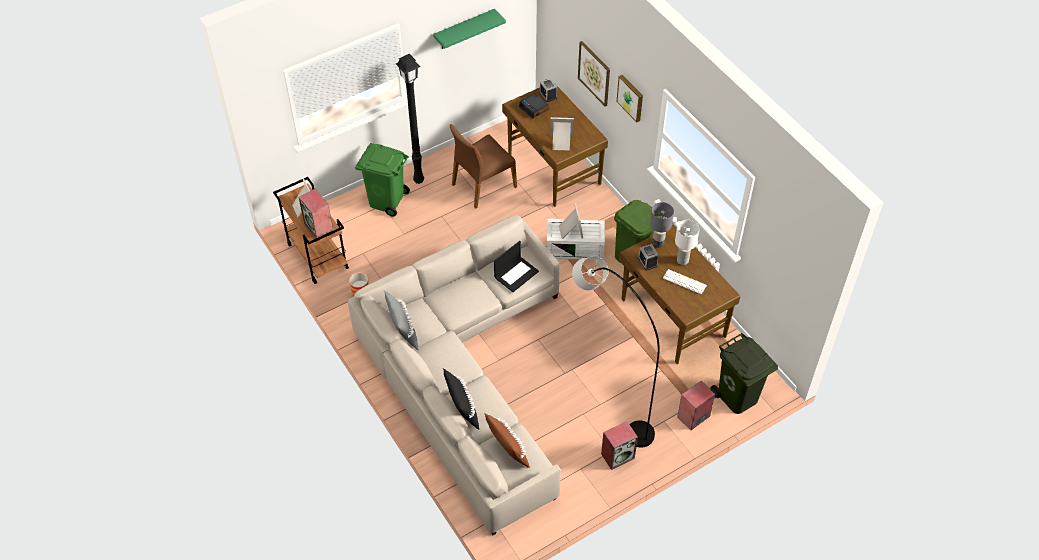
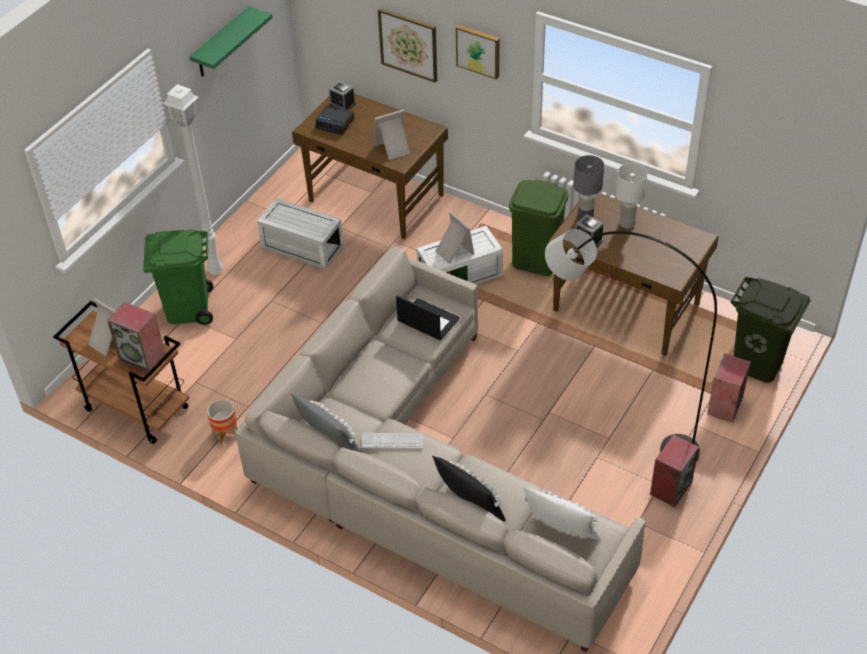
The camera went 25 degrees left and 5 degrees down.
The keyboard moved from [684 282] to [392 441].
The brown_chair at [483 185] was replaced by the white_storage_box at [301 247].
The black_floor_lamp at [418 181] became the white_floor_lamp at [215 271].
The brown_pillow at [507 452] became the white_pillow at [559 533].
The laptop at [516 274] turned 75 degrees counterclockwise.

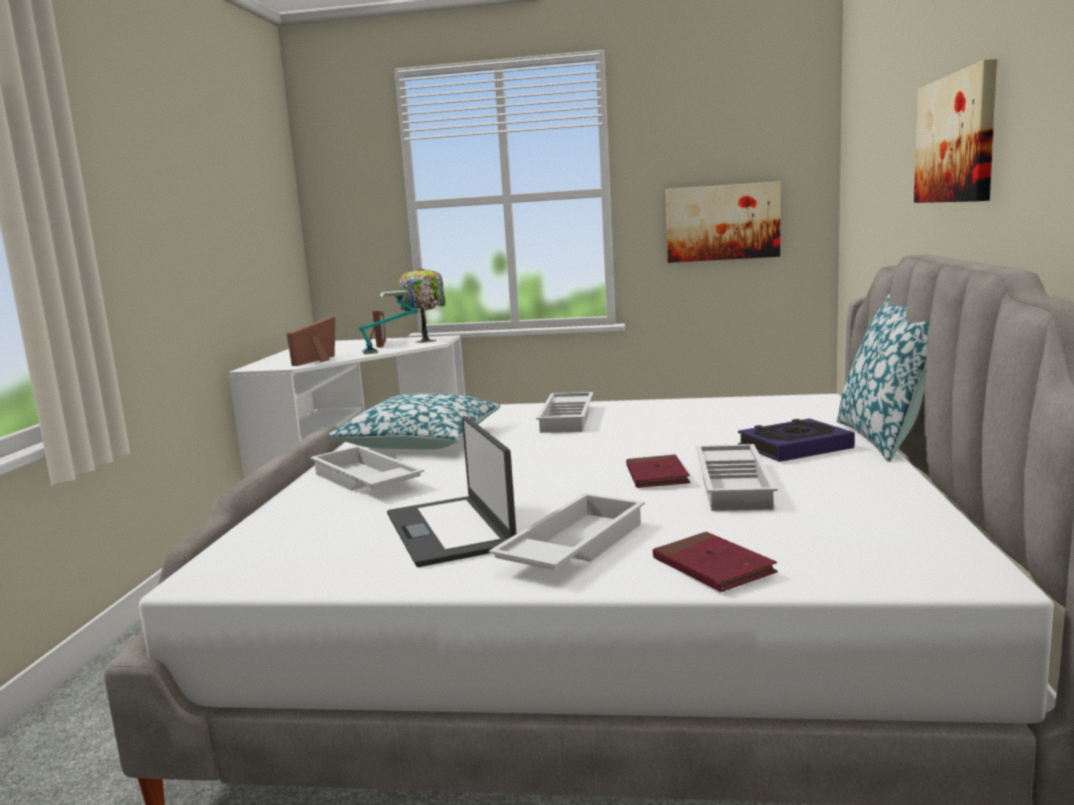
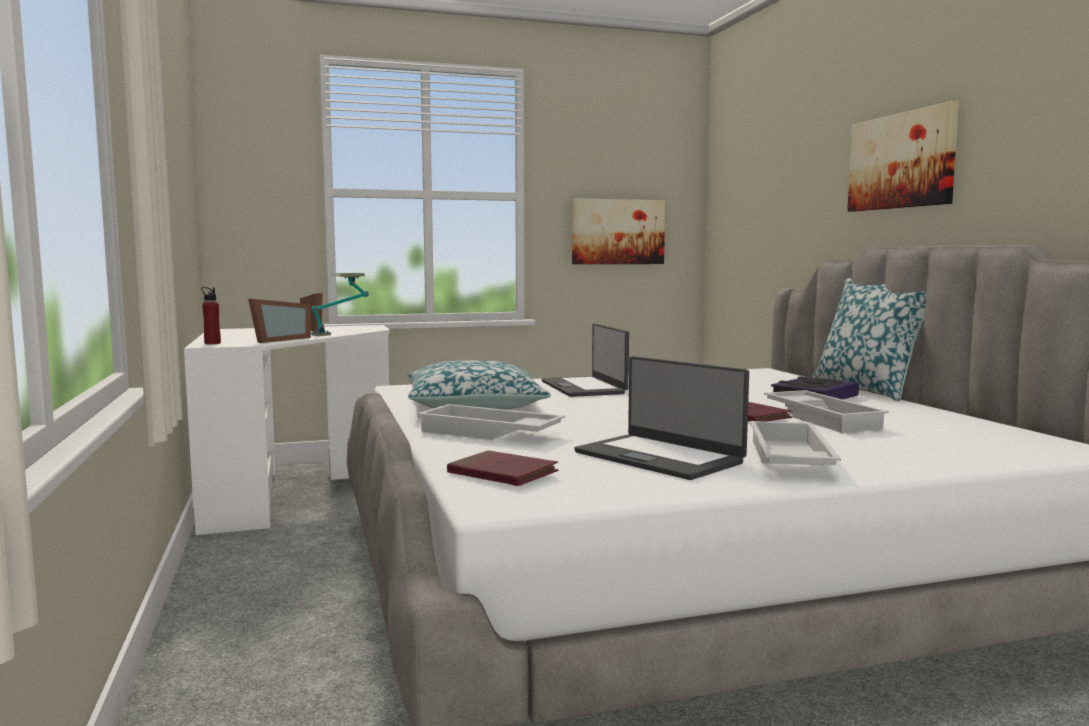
The camera went 25 degrees left and 5 degrees down.
The table_lamp at [427 340] disappeared.
The red_bottle at [212 343] appeared.
The red_book moved from [713 567] to [502 474].
The white_tray at [568 419] was replaced by the laptop at [584 387].
The picture_frame at [320 360] turned 150 degrees counterclockwise.

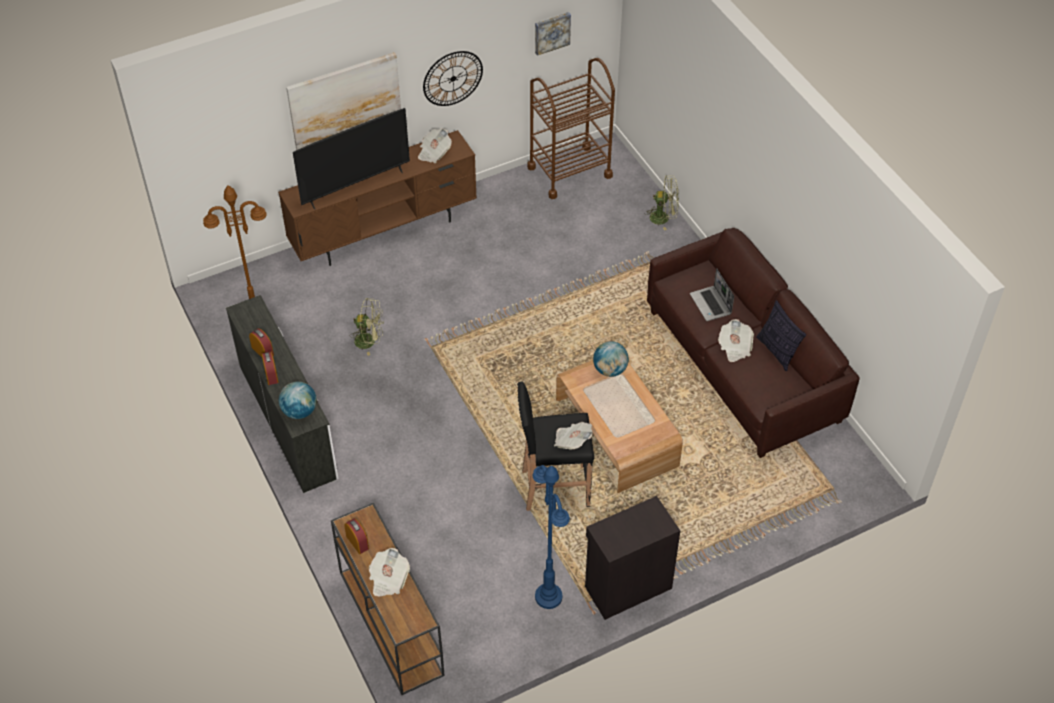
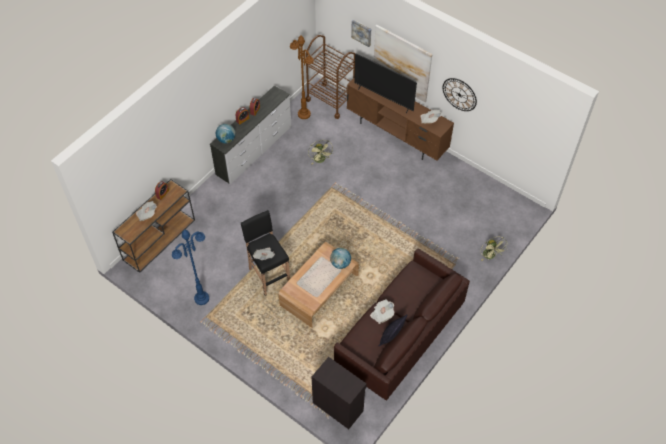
The camera went 65 degrees right and 5 degrees up.
The laptop at [711 304] disappeared.
The brown_cart moved from [569 171] to [330 100].
The picture moved from [551 32] to [362 32].
The black_cabinet moved from [627 587] to [338 406].

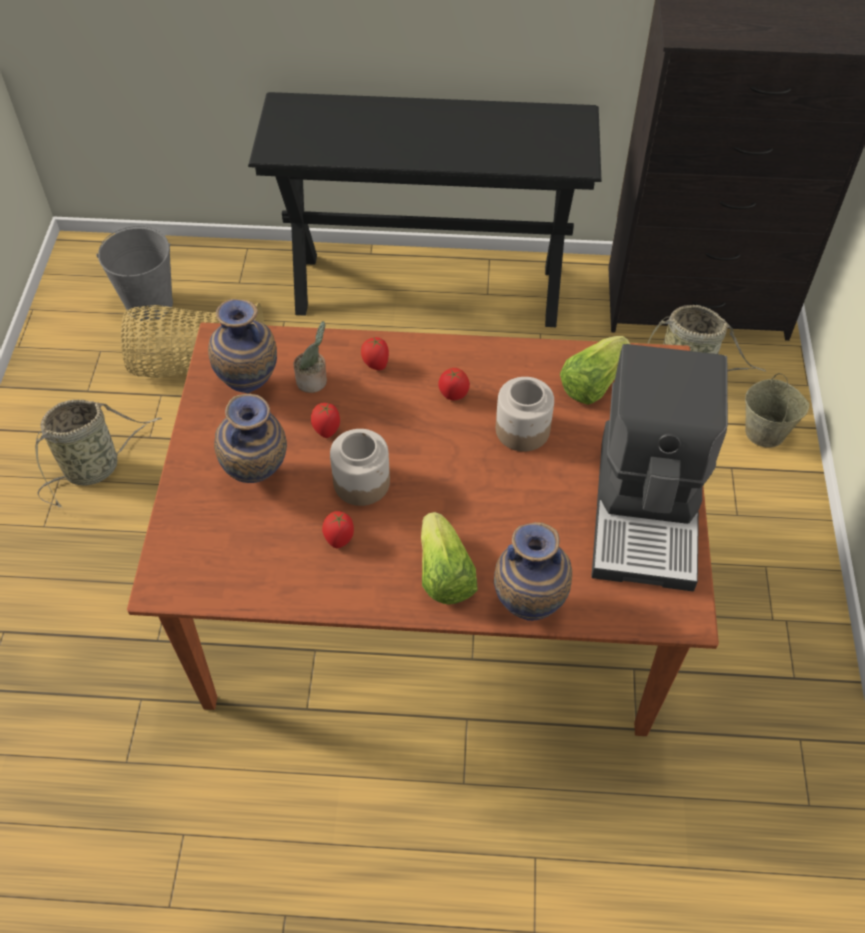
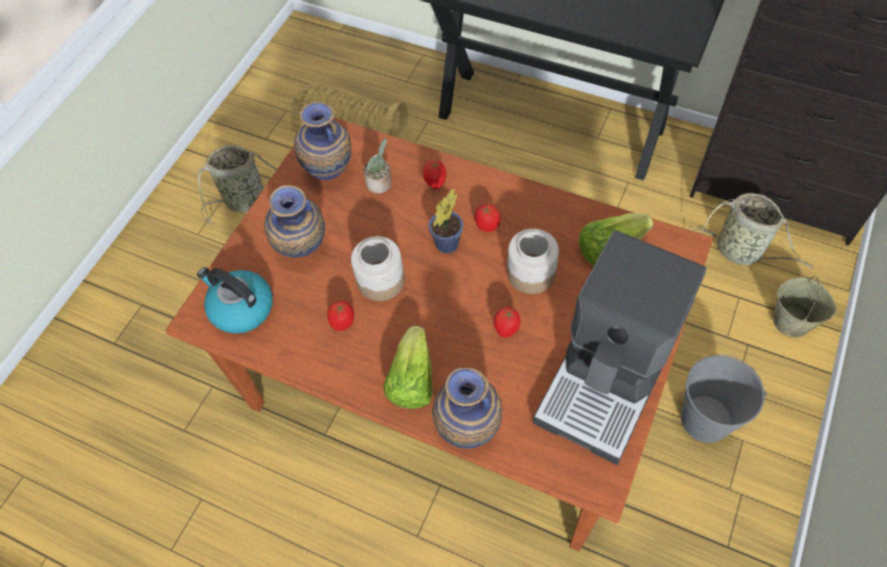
The camera went 25 degrees right and 5 degrees up.
The kettle at [241 308] appeared.
The potted_plant at [445 246] appeared.
The grey_bucket moved from [149 305] to [705 420].
The tomato moved from [326 430] to [506 329].

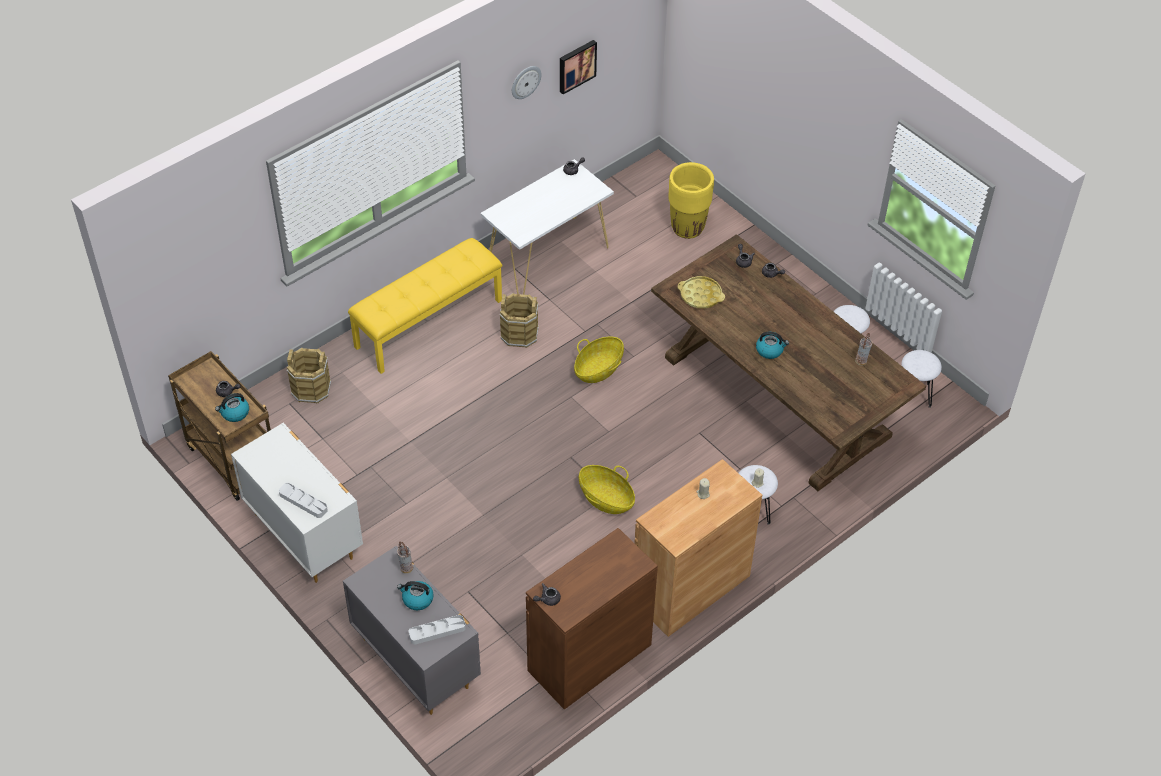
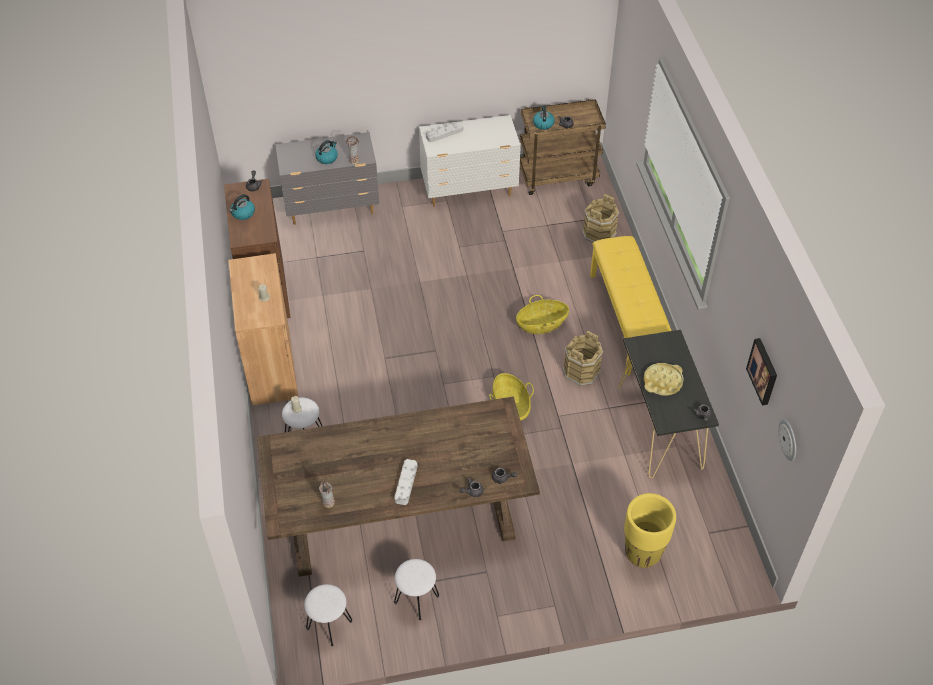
The camera went 120 degrees right and 0 degrees up.
The grey_tray moved from [437 631] to [406 483].
The wall_clock moved from [525 81] to [788 439].
The basket moved from [606 498] to [541 324].
The yellow_tray moved from [700 295] to [662 382].
The kettle moved from [770 350] to [243 213].
The white_console_table at [548 258] became the black_console_table at [660 428].

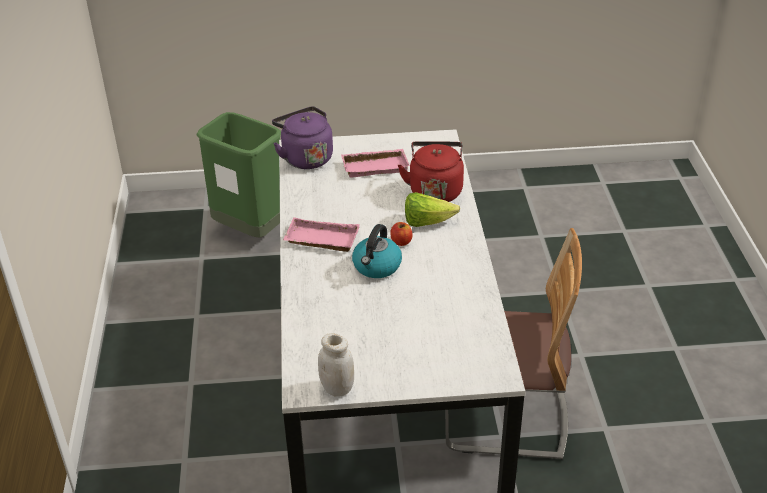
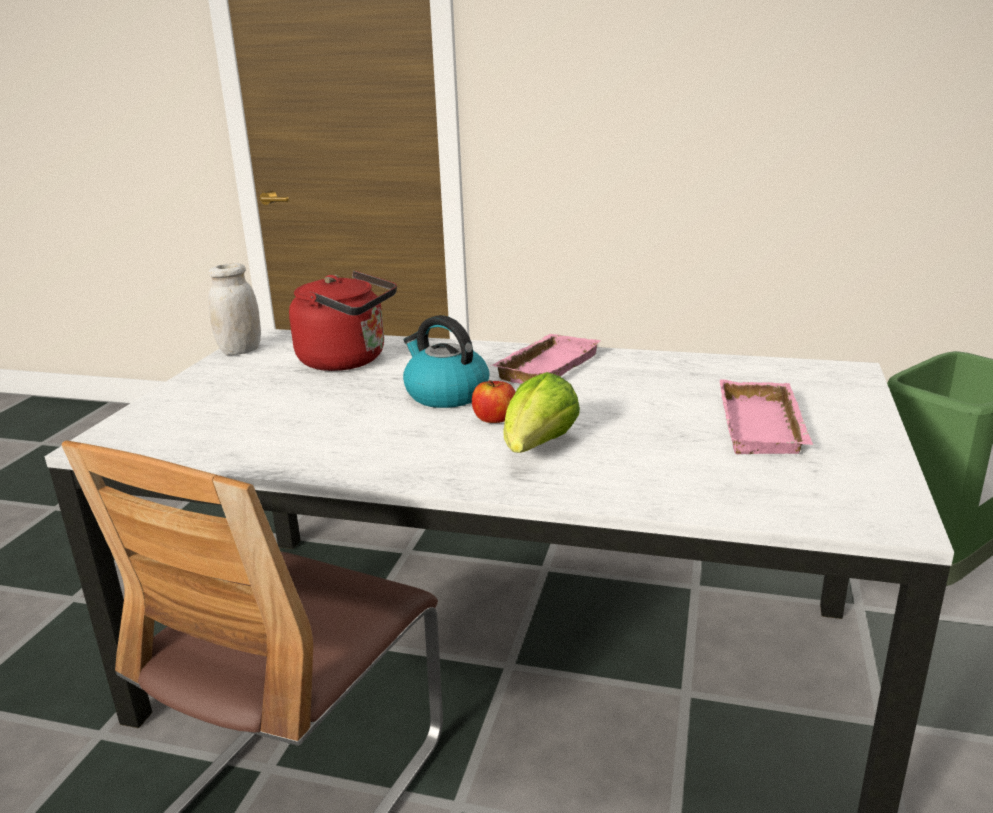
The camera went 110 degrees right and 15 degrees down.
The purple_kettle at [305 157] disappeared.
The red_kettle moved from [435 190] to [348 360].

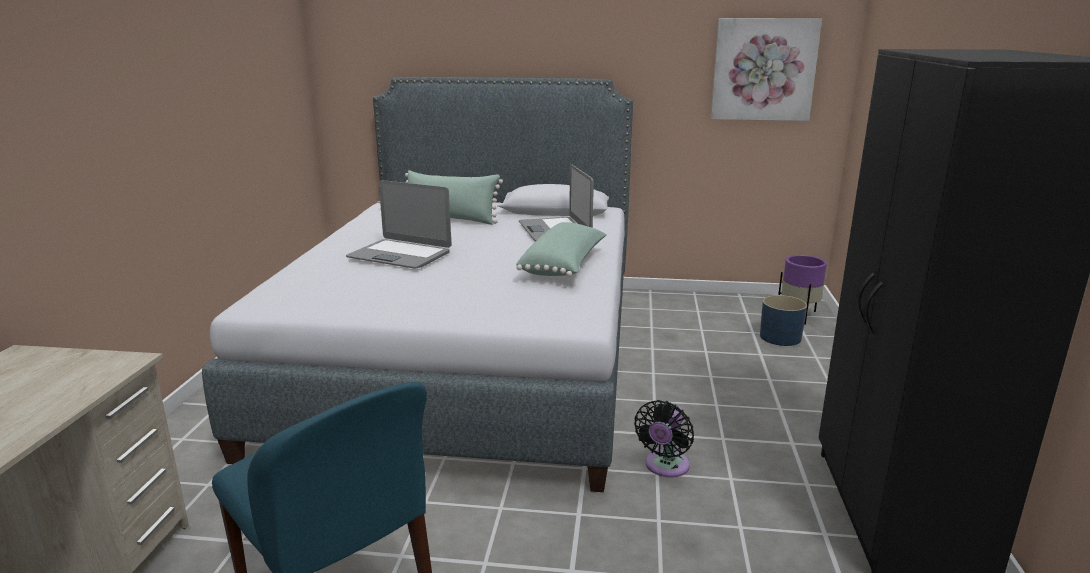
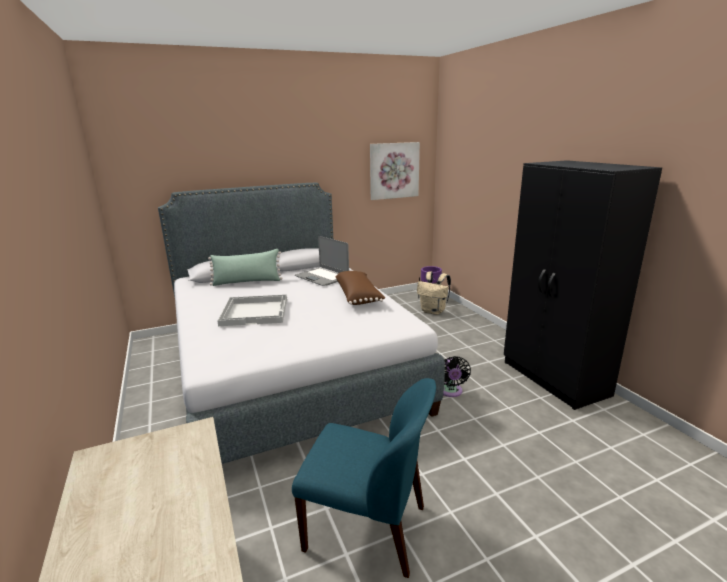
The camera went 30 degrees left and 0 degrees up.
The laptop at [400 255] was replaced by the white_tray at [255 311].
The blue_planter at [780 337] was replaced by the beige_backpack at [433 311].
The green_pillow at [565 266] became the brown_pillow at [358 296].

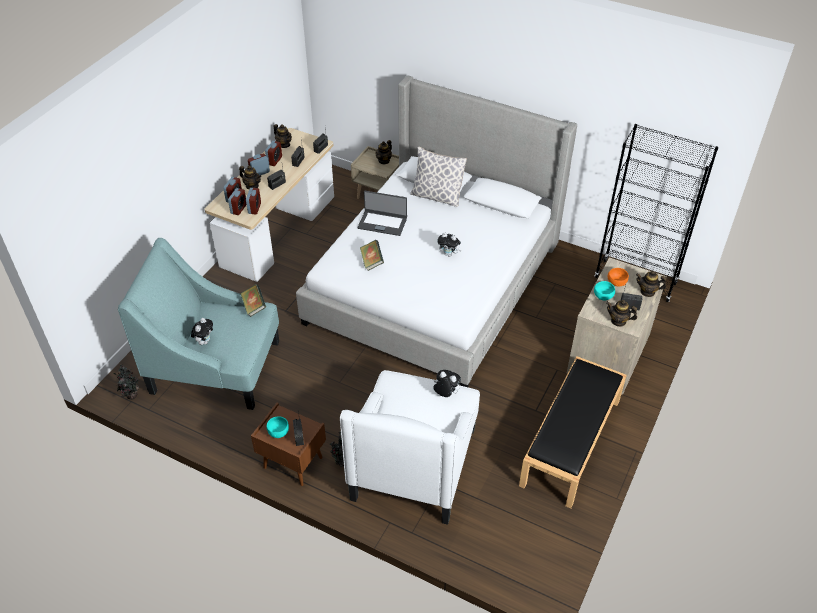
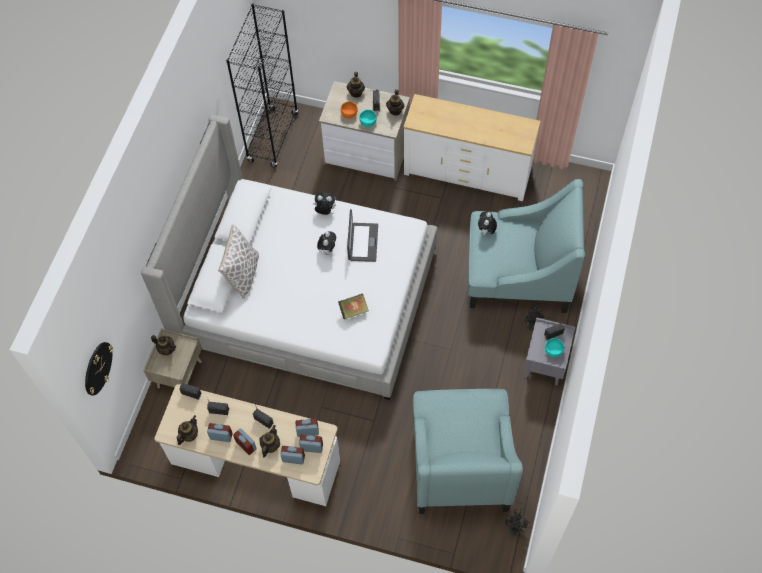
The camera went 100 degrees left and 15 degrees up.
The book at [254 306] disappeared.
The wall_clock at [97 368] appeared.
The plush_toy moved from [204 341] to [325 211].
The laptop moved from [382 223] to [362 242].
The black_bench at [571 443] was replaced by the white_dresser at [467 172].
The brown_nightstand at [292 463] became the grey_nightstand at [545 364].
The white_armchair at [414 462] became the turquoise_armchair at [517 275].

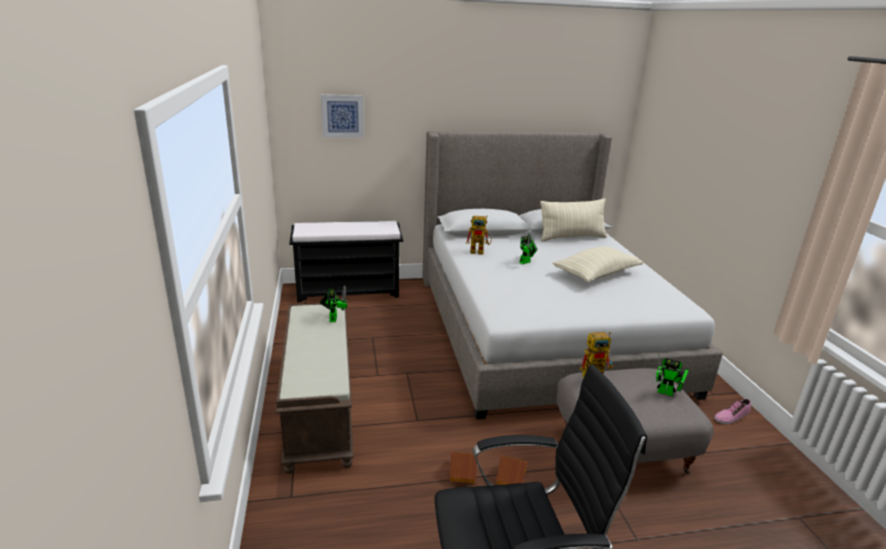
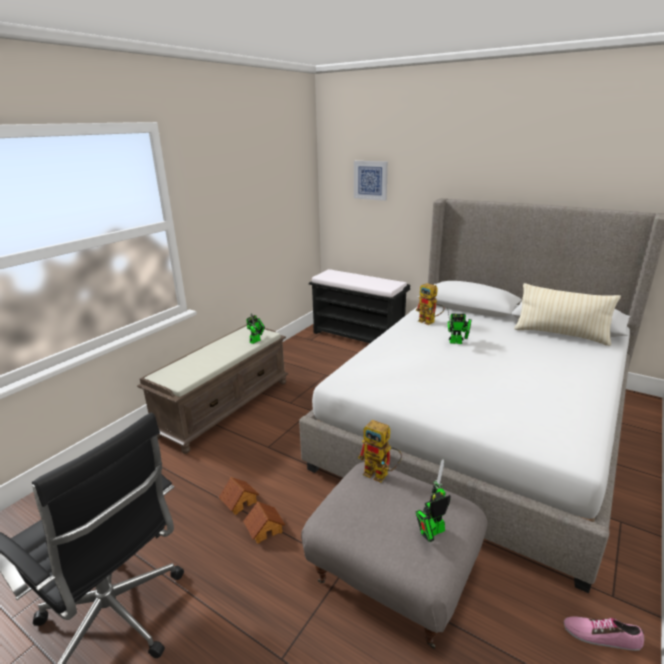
The camera went 45 degrees right and 0 degrees up.
The beige_pillow at [596 274] disappeared.
The toy_robot at [668 393] turned 90 degrees clockwise.

